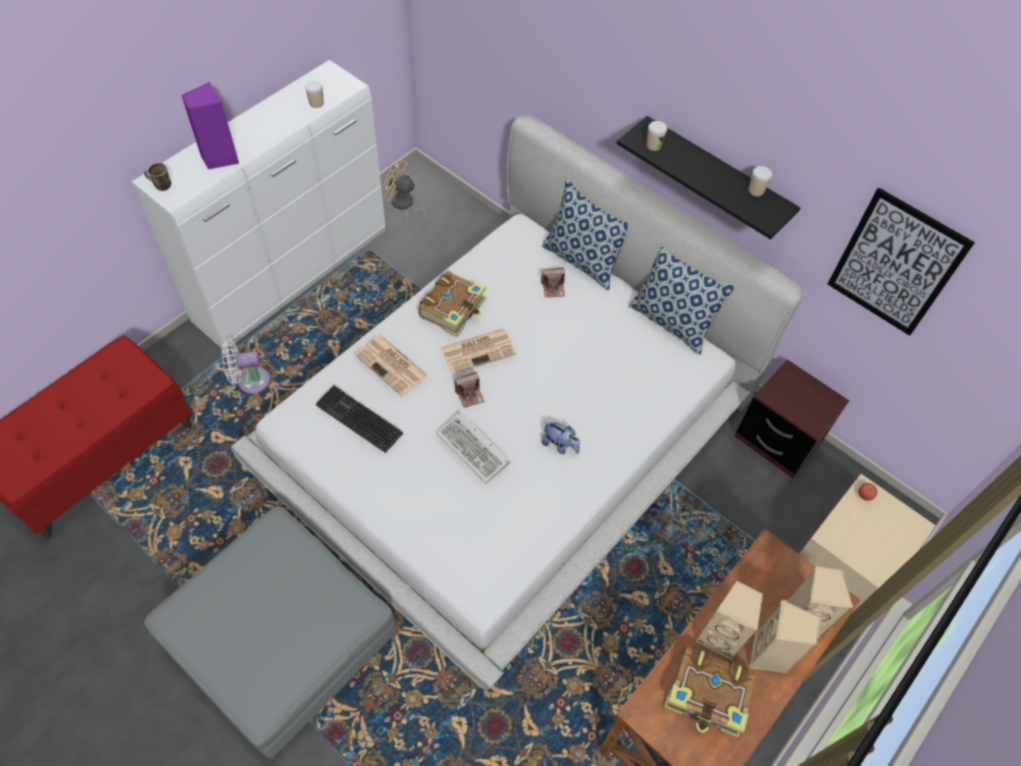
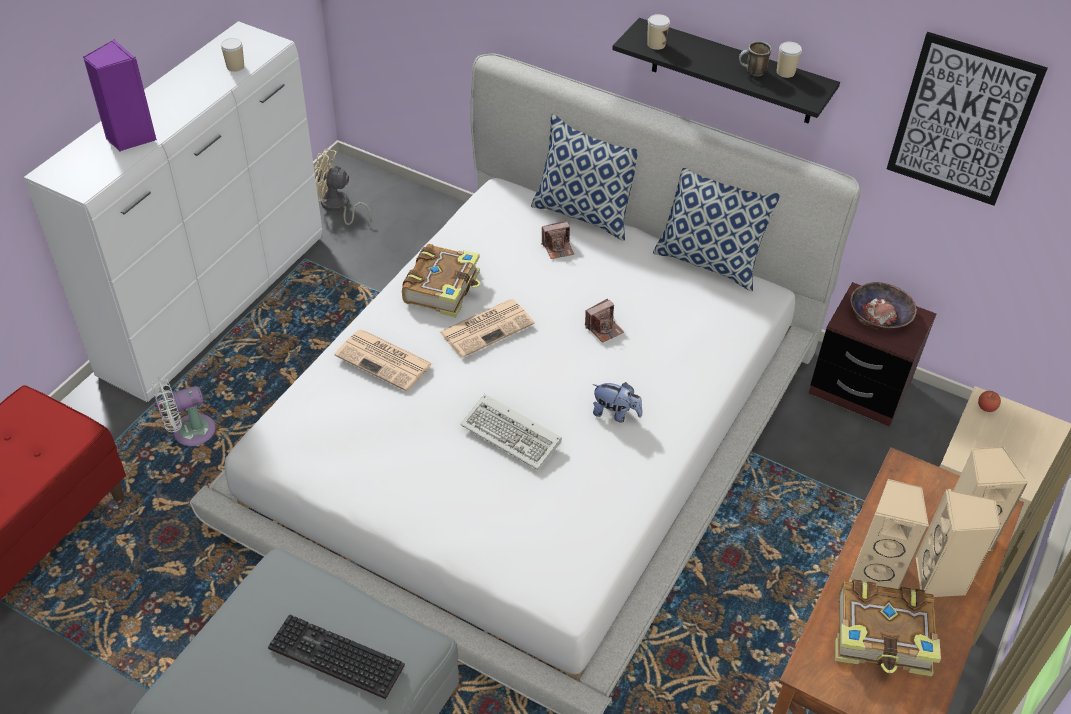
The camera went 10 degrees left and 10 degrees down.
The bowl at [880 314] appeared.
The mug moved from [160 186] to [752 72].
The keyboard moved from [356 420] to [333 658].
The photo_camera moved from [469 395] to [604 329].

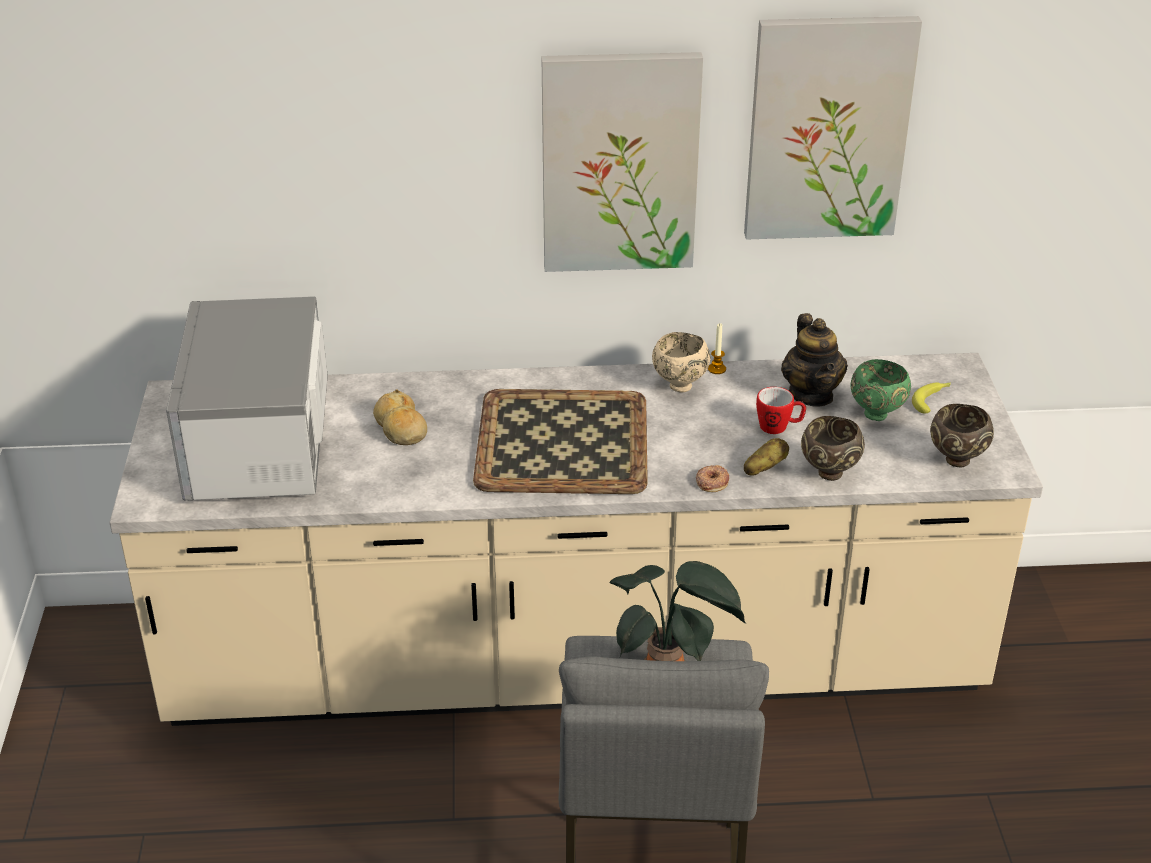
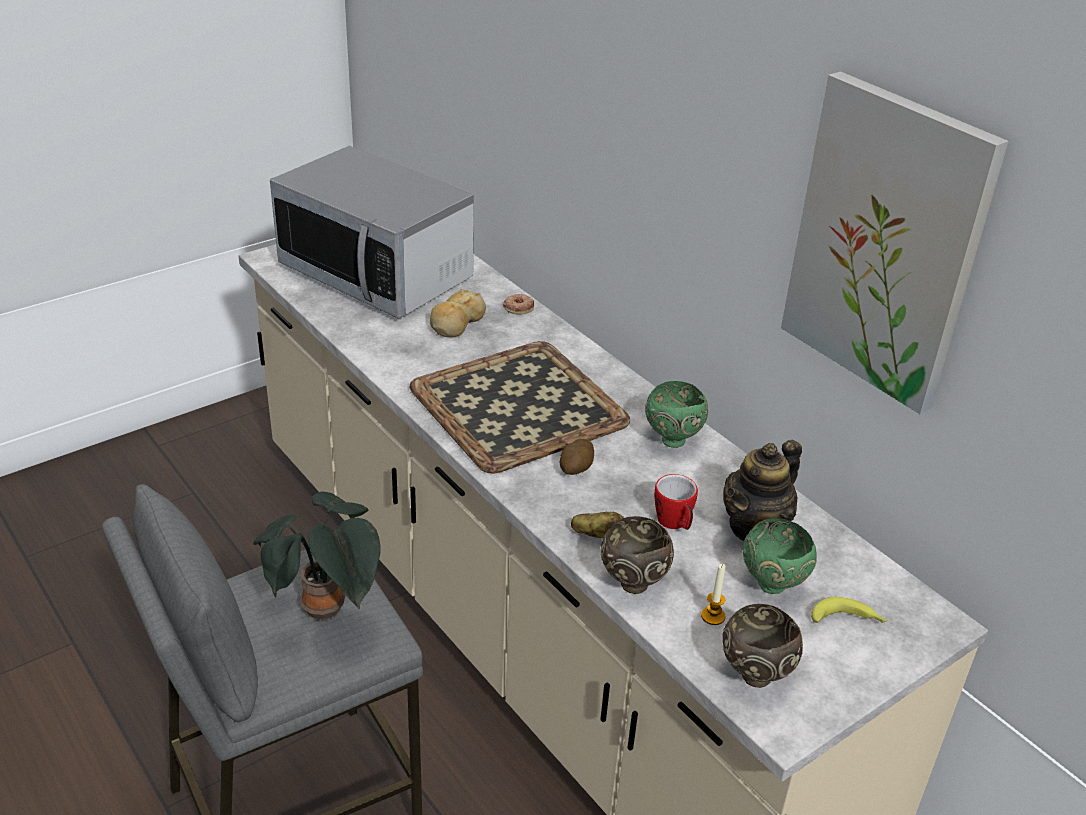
The camera went 55 degrees right and 0 degrees up.
The picture at [619 162] disappeared.
The potato at [576 469] appeared.
The donut moved from [712 482] to [518 307].
The candle moved from [717 369] to [713 616].
The beige_bowl at [678 386] became the green_bowl at [671 439].
The microwave at [260 444] turned 105 degrees counterclockwise.

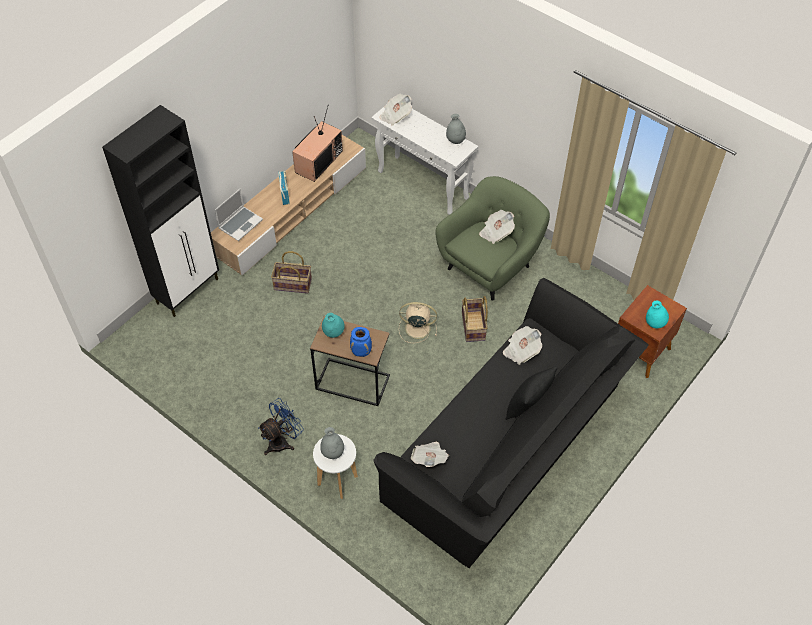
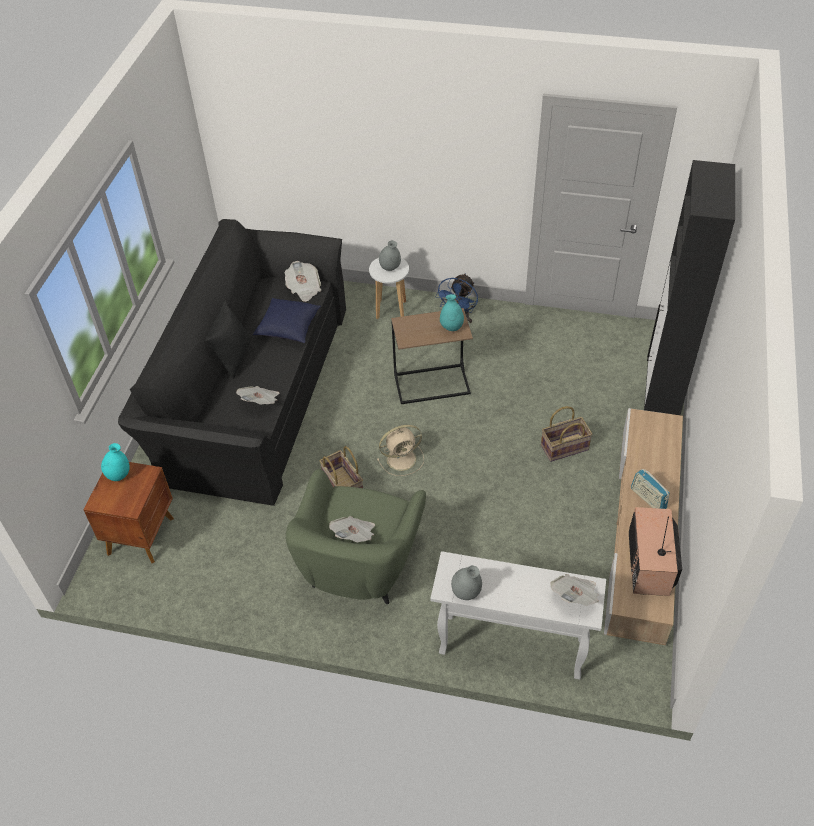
The camera went 155 degrees right and 5 degrees down.
The laptop at [240 224] disappeared.
The blue_vase at [361 352] disappeared.
The blue_pillow at [289 328] appeared.

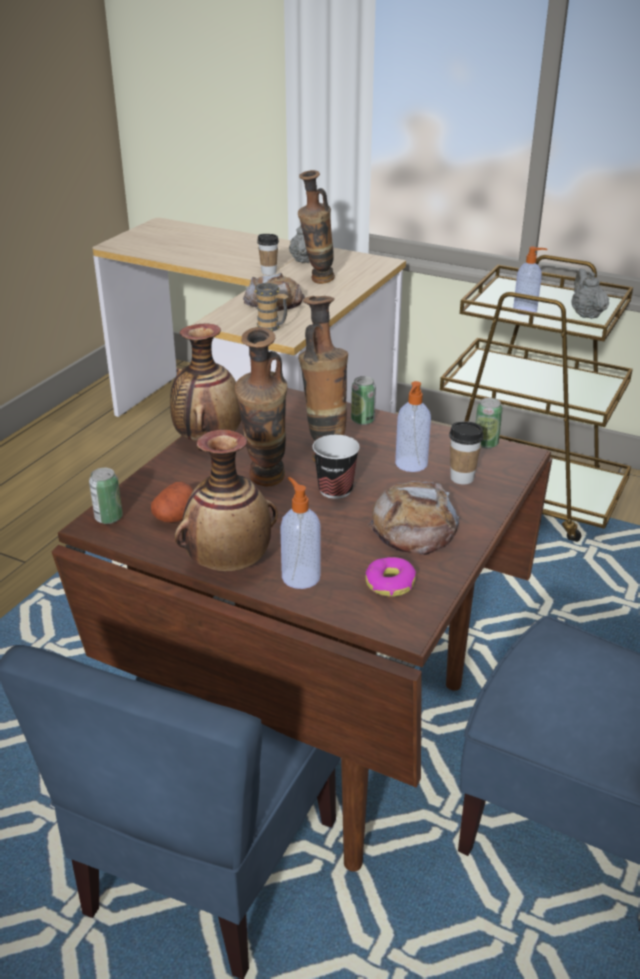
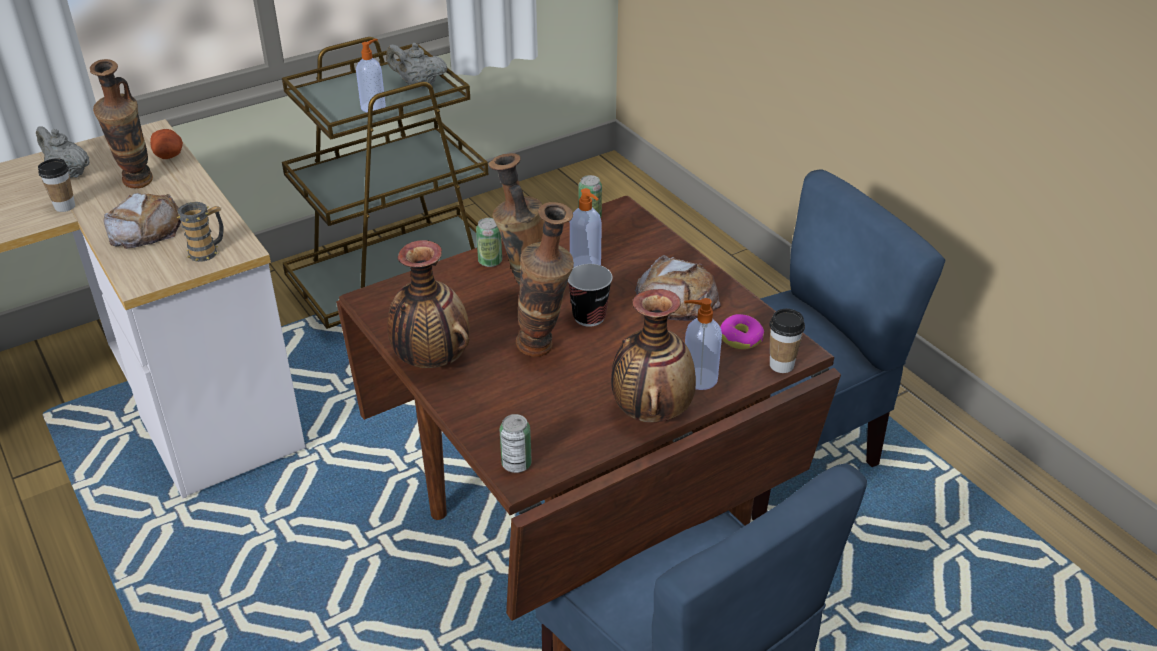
The camera went 60 degrees left and 5 degrees up.
The potato moved from [175 517] to [169 155].
The cup moved from [462 478] to [781 365].

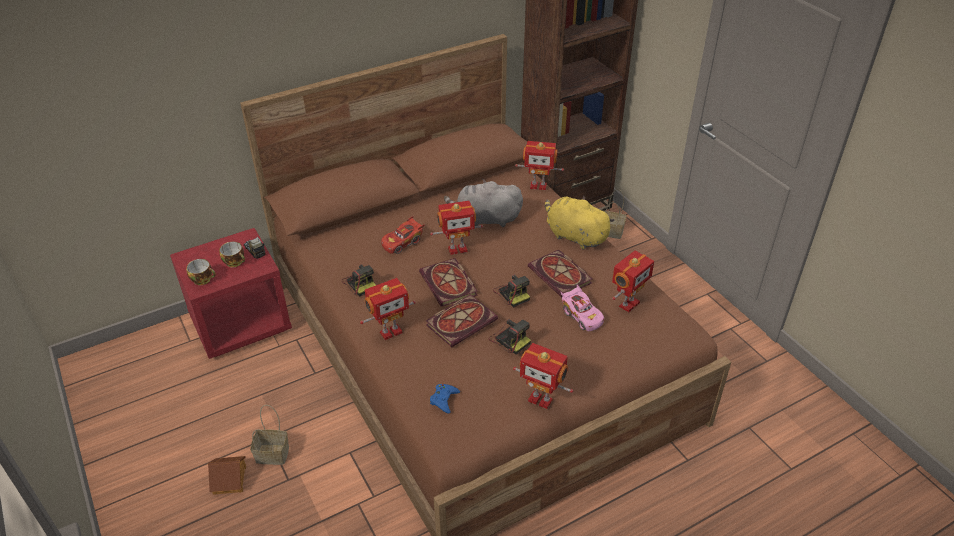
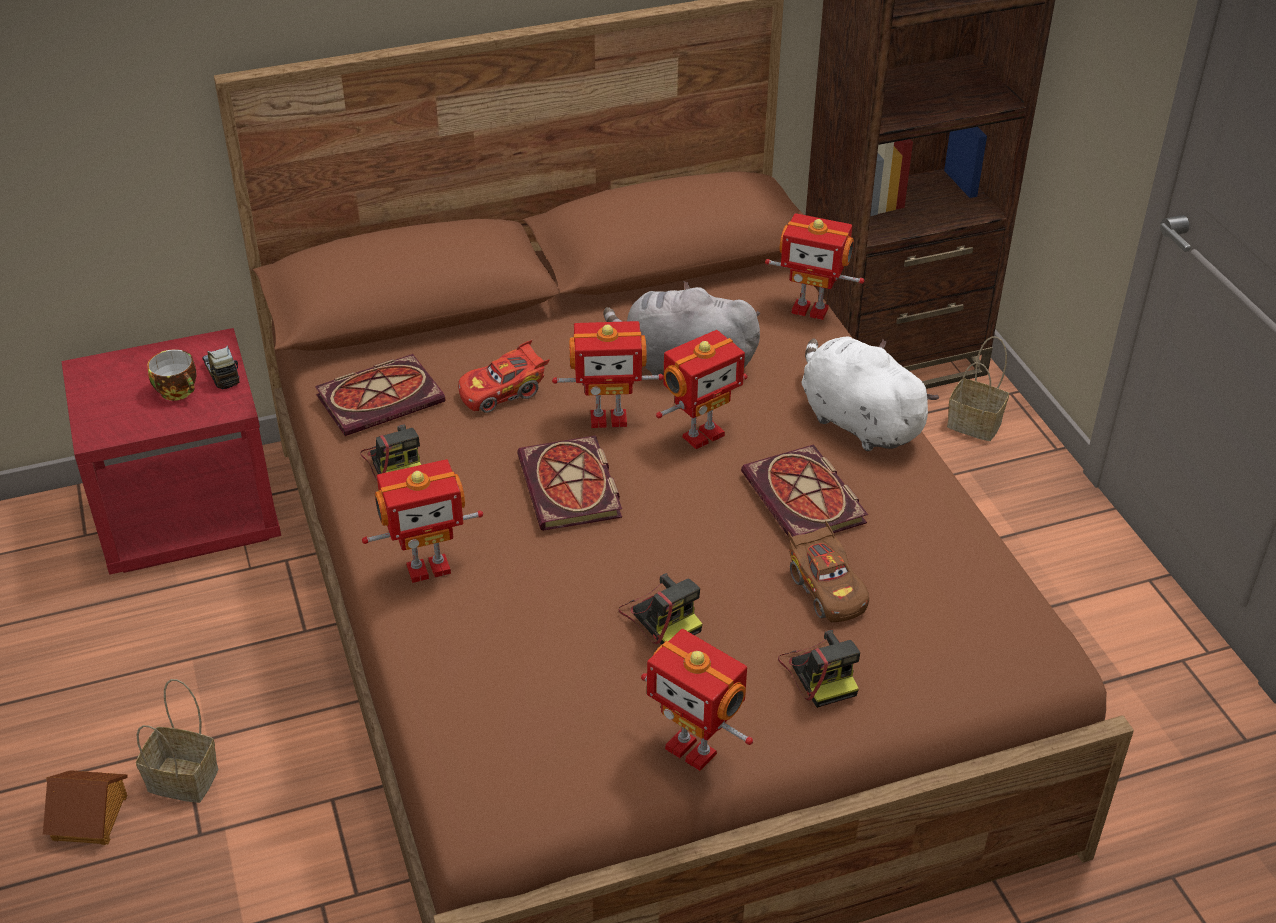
The camera went 10 degrees right and 0 degrees up.
The cup at [203 279] disappeared.
The blue_game_controller at [444 400] disappeared.
The book moved from [462 321] to [382 397].
The photo_camera moved from [512 293] to [820 672].
The toy_robot moved from [628 304] to [701 434].
The yellow_plush_toy at [574 236] became the white_plush_toy at [857 421].
The pink_toy_car at [581 316] became the brown_toy_car at [826 589].

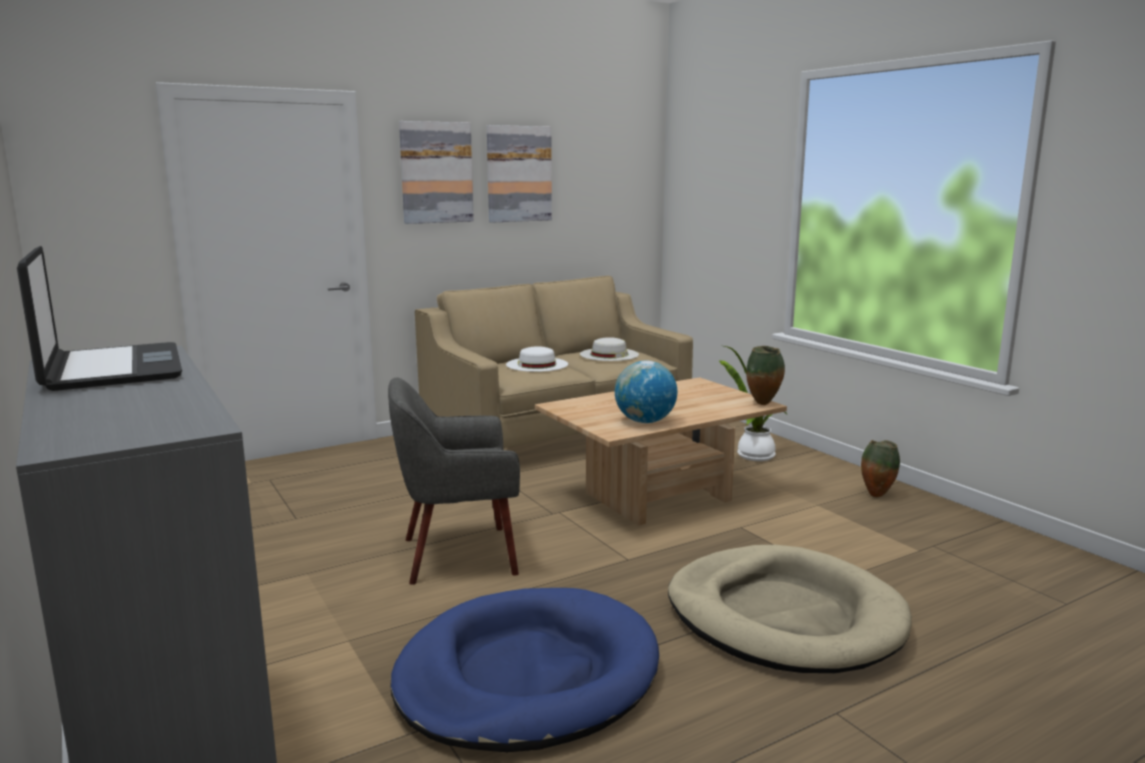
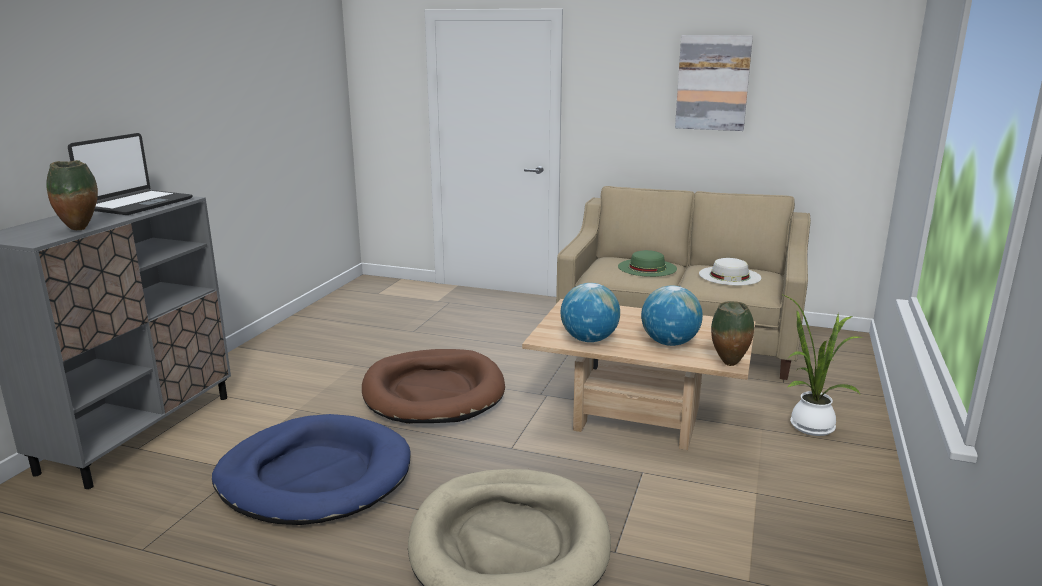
The camera went 50 degrees right and 5 degrees up.
The picture at [436 172] disappeared.
The globe at [669 343] appeared.
The vase moved from [876 495] to [81 229].
The grey_armchair at [457 555] was replaced by the brown_dog_bed at [433 392].
The white_hat at [537 364] became the green_hat at [647 267].

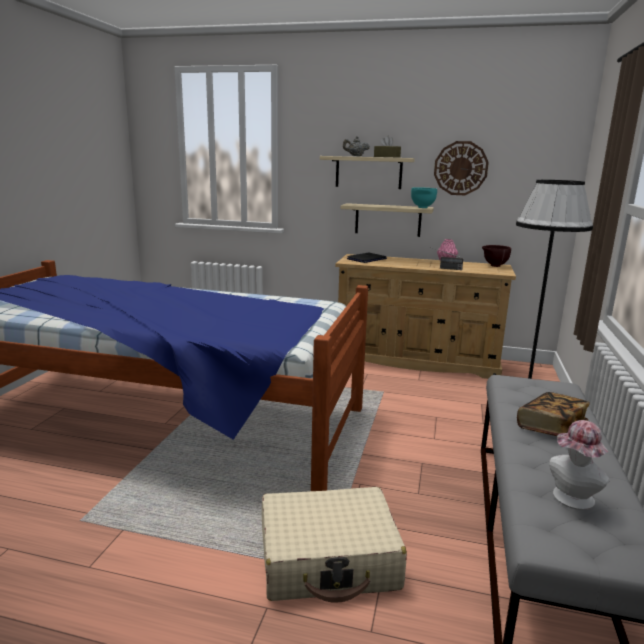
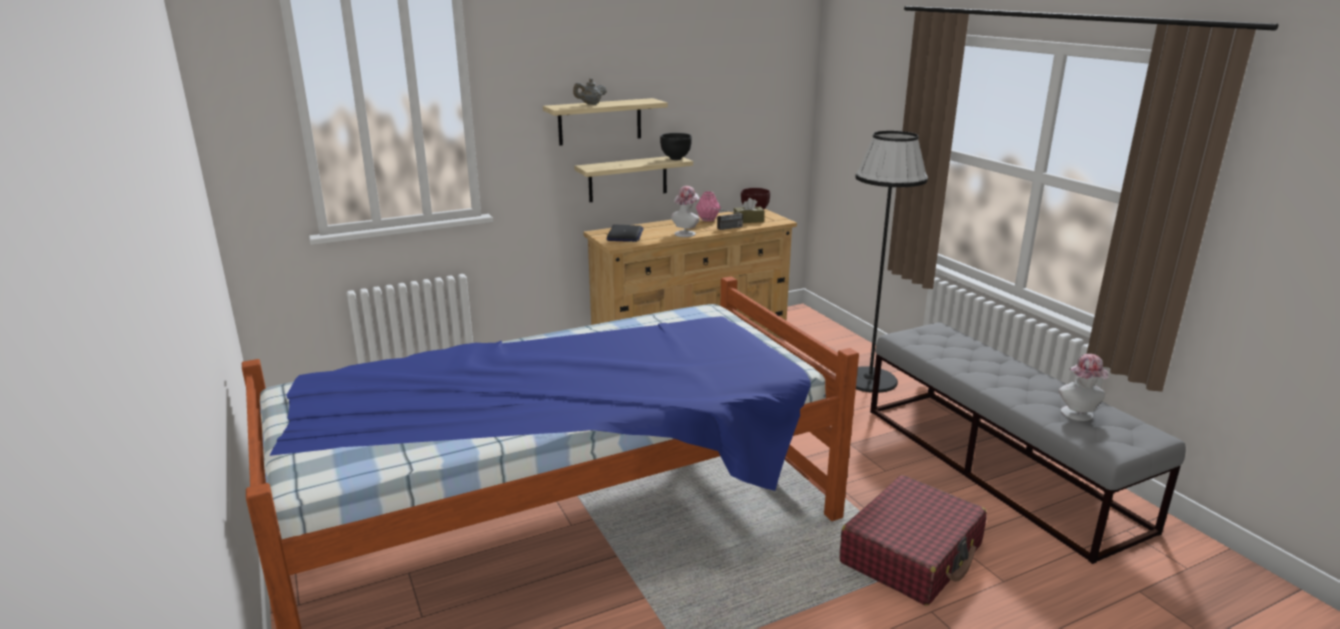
The camera went 40 degrees left and 5 degrees up.
The wall_clock at [460 168] disappeared.
The book at [550 428] disappeared.
The hat at [686 233] appeared.
The brown_tissue_box moved from [387 157] to [748 220].
The beige_suitcase at [329 559] became the red_suitcase at [911 554].
The turquoise_bowl at [422 208] became the black_bowl at [676 159].

